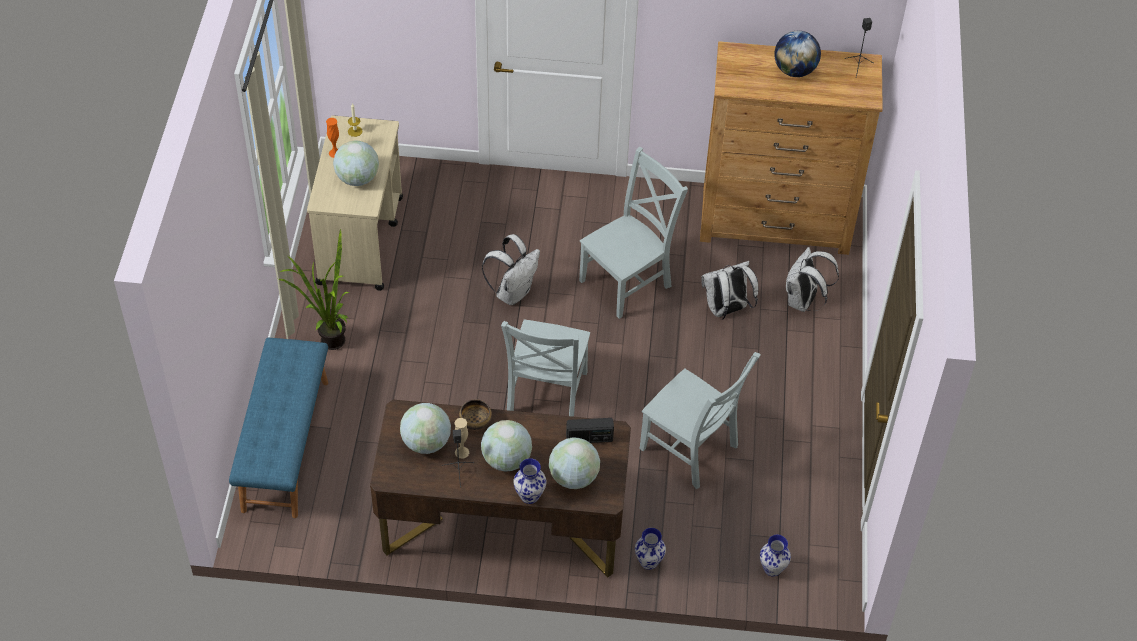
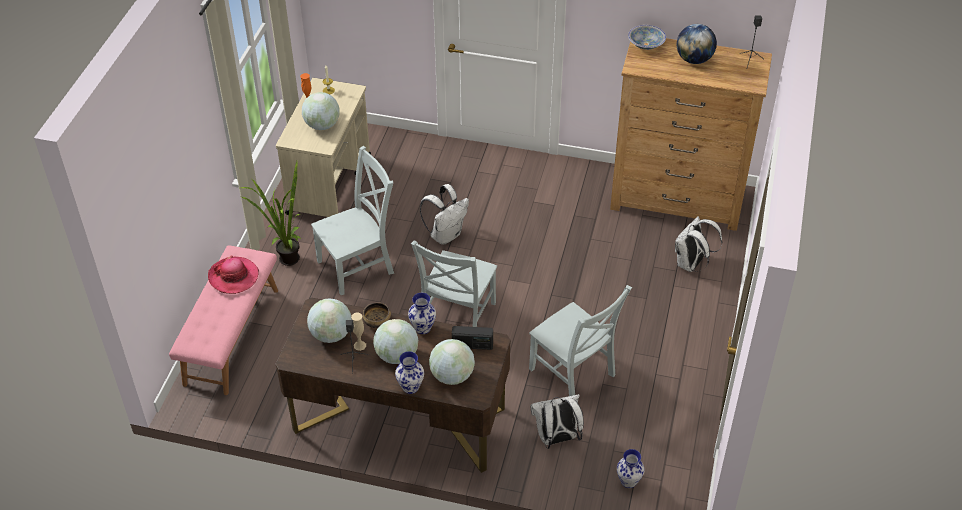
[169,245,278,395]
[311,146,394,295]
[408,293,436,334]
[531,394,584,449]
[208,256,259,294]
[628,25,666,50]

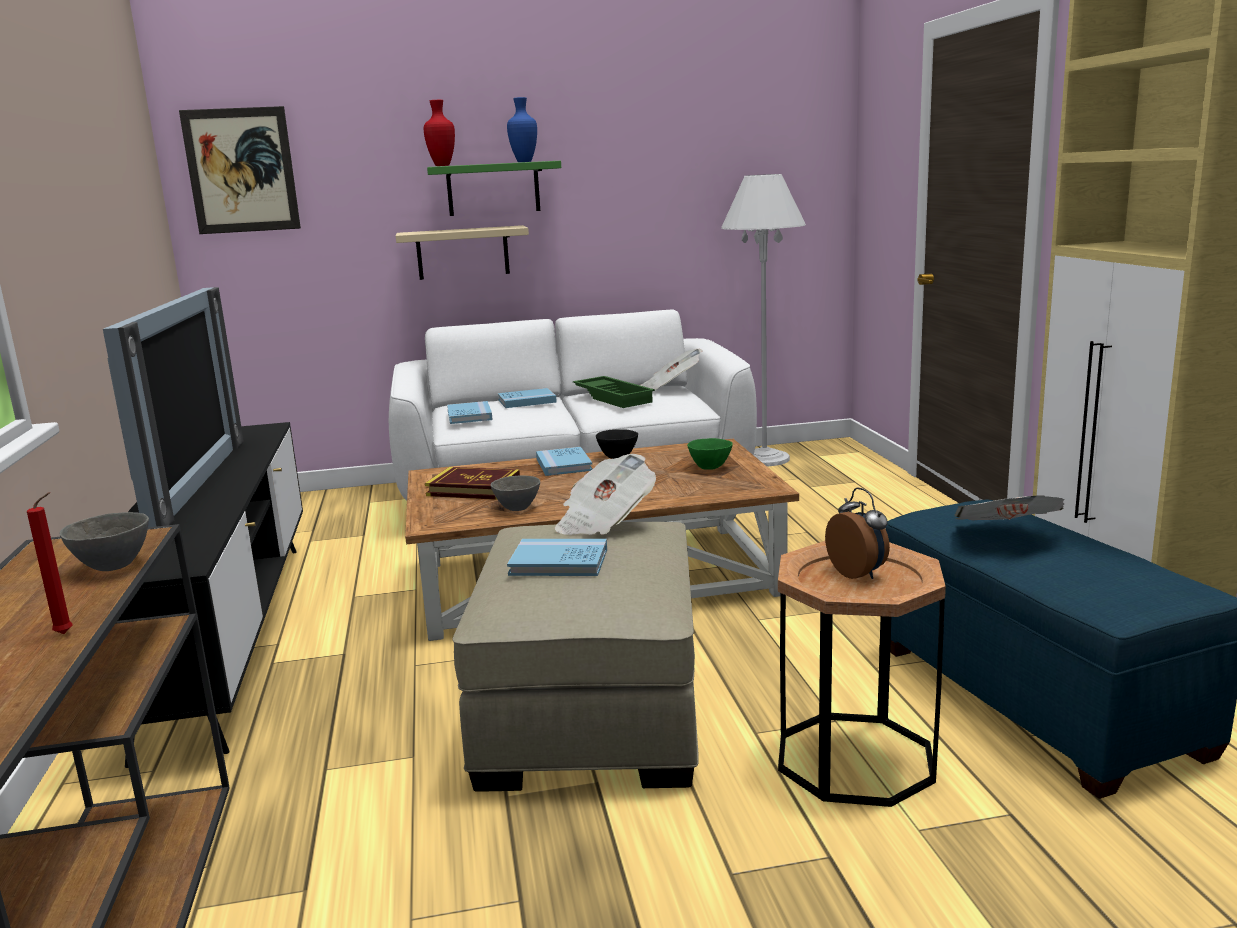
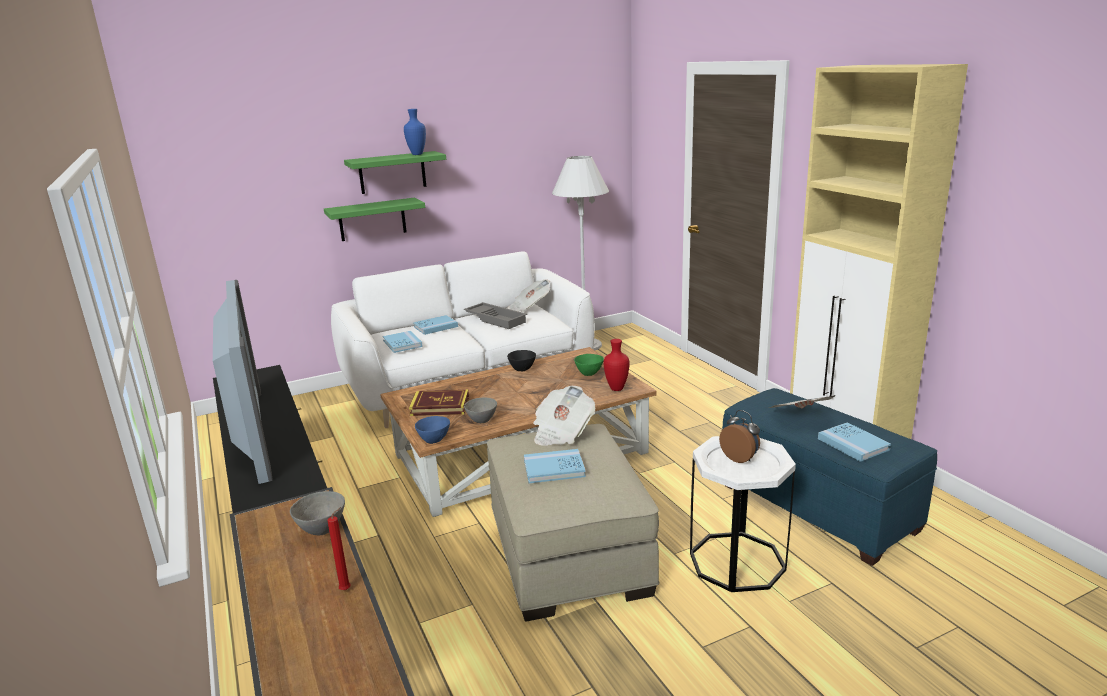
[179,106,301,234] (first image)
[324,198,425,241]
[604,339,630,391]
[818,422,891,462]
[464,302,527,329]
[690,436,796,592]
[415,416,450,444]

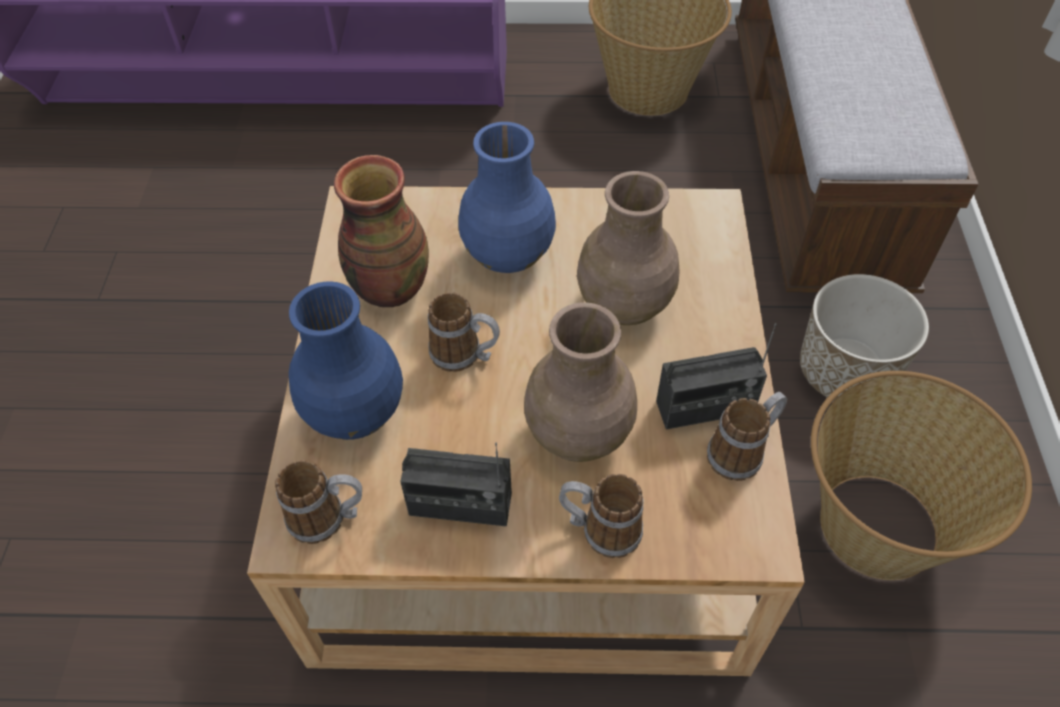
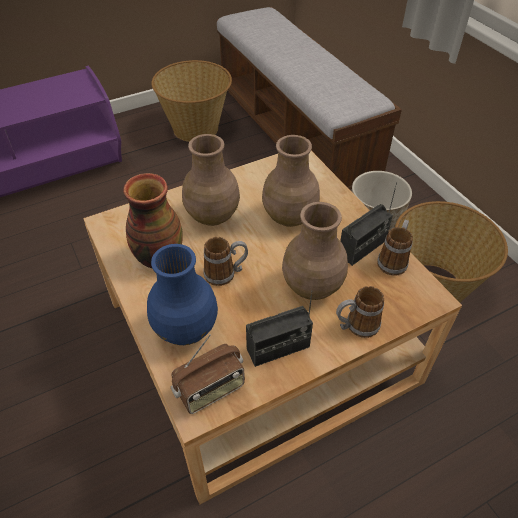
[171,334,245,414]
[182,134,240,226]

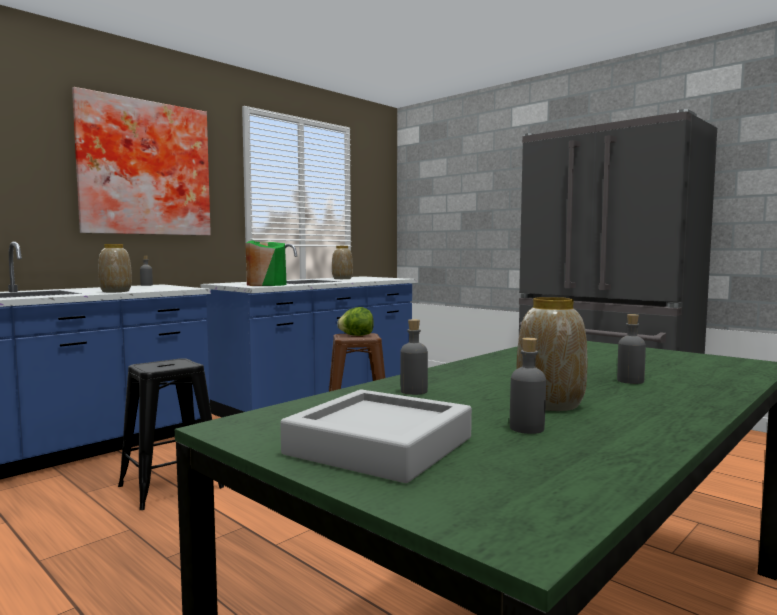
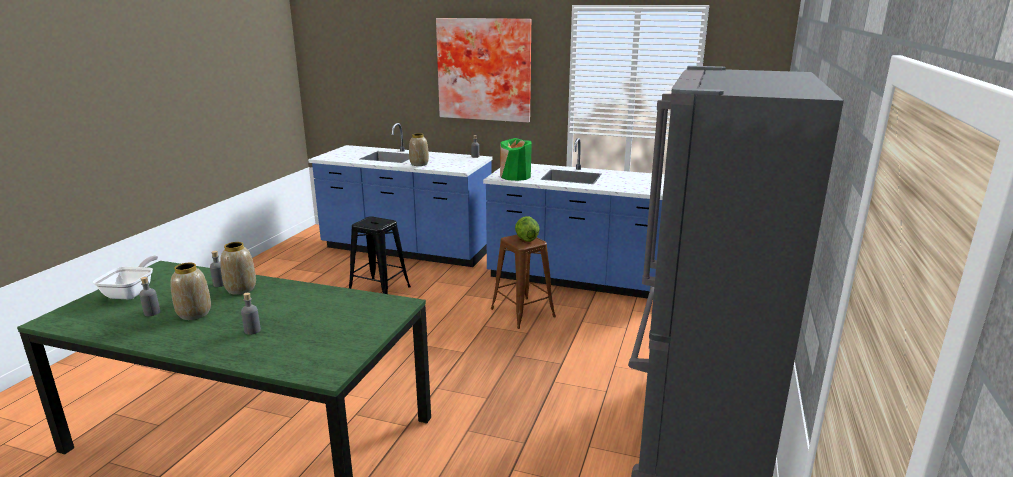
[93,256,158,299]
[220,242,256,295]

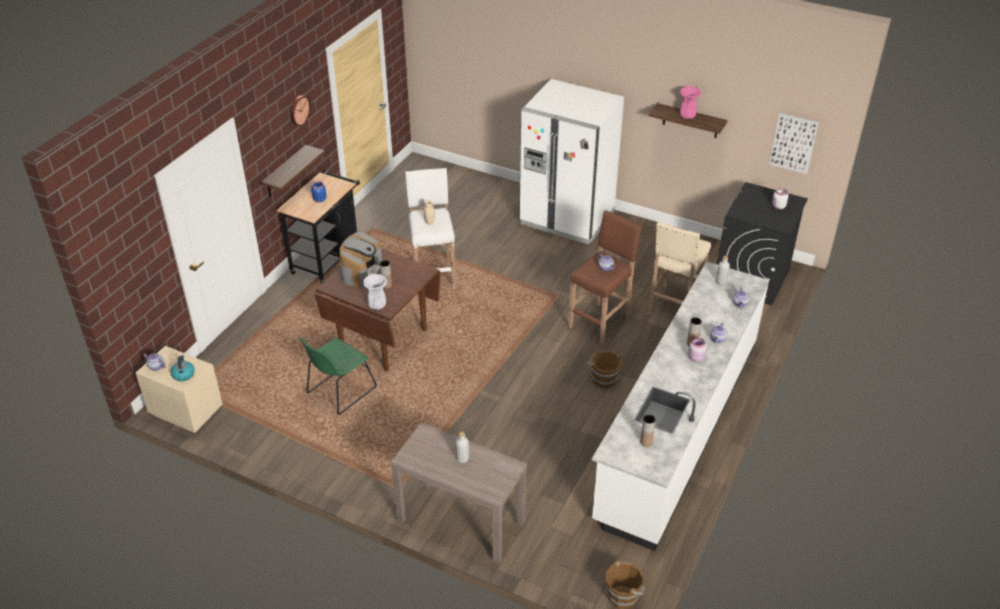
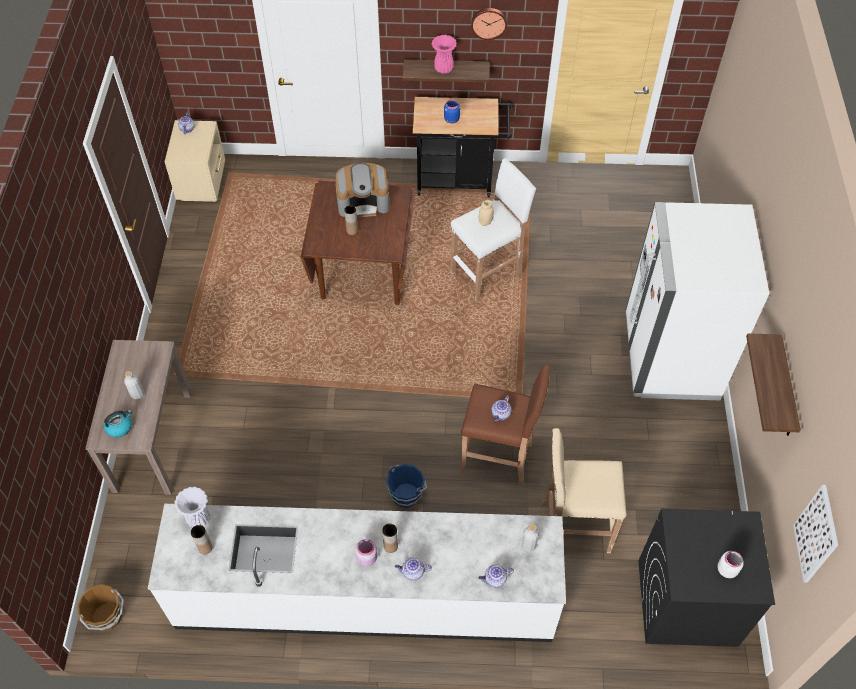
[103,410,132,437]
[299,338,377,415] (first image)
[174,487,210,528]
[386,464,428,508]
[432,35,457,74]

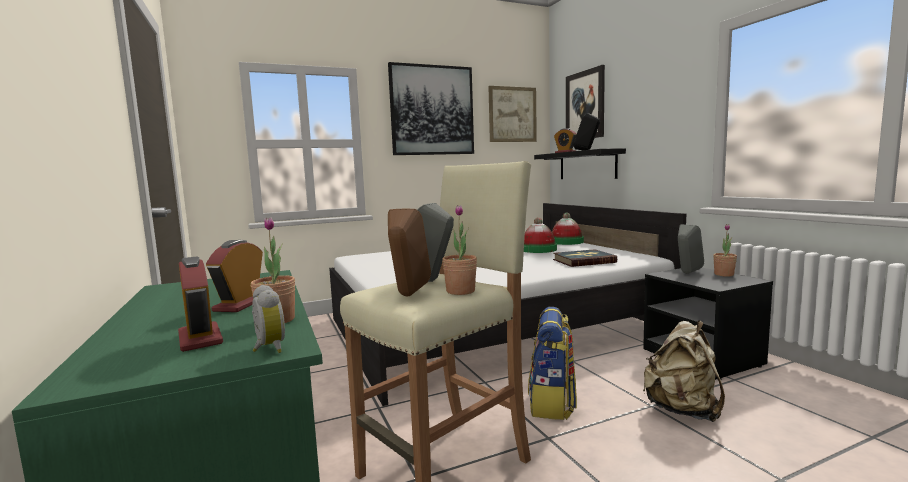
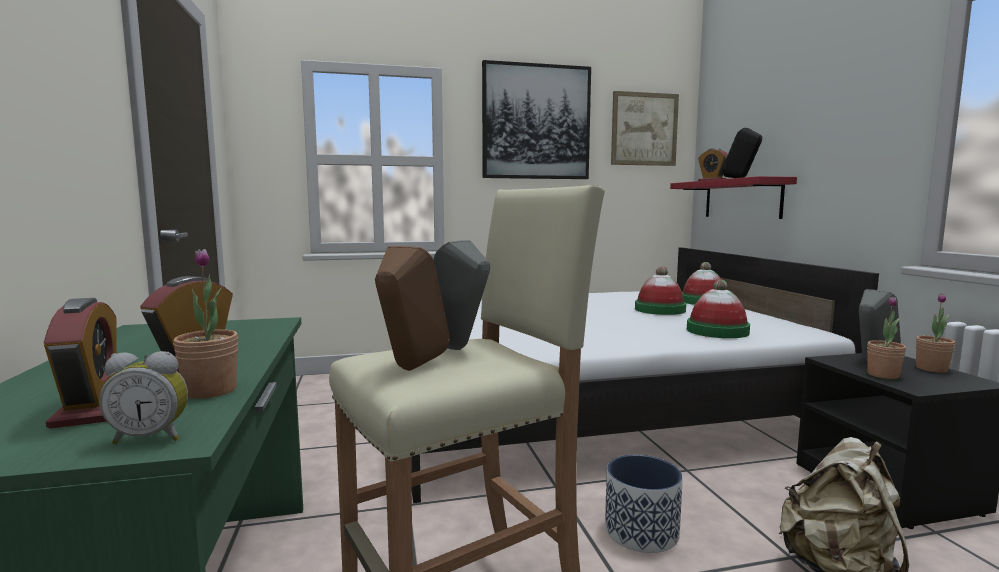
[99,351,188,444]
[867,297,906,379]
[605,455,683,553]
[670,176,797,219]
[687,279,750,338]
[566,65,605,138] (first image)

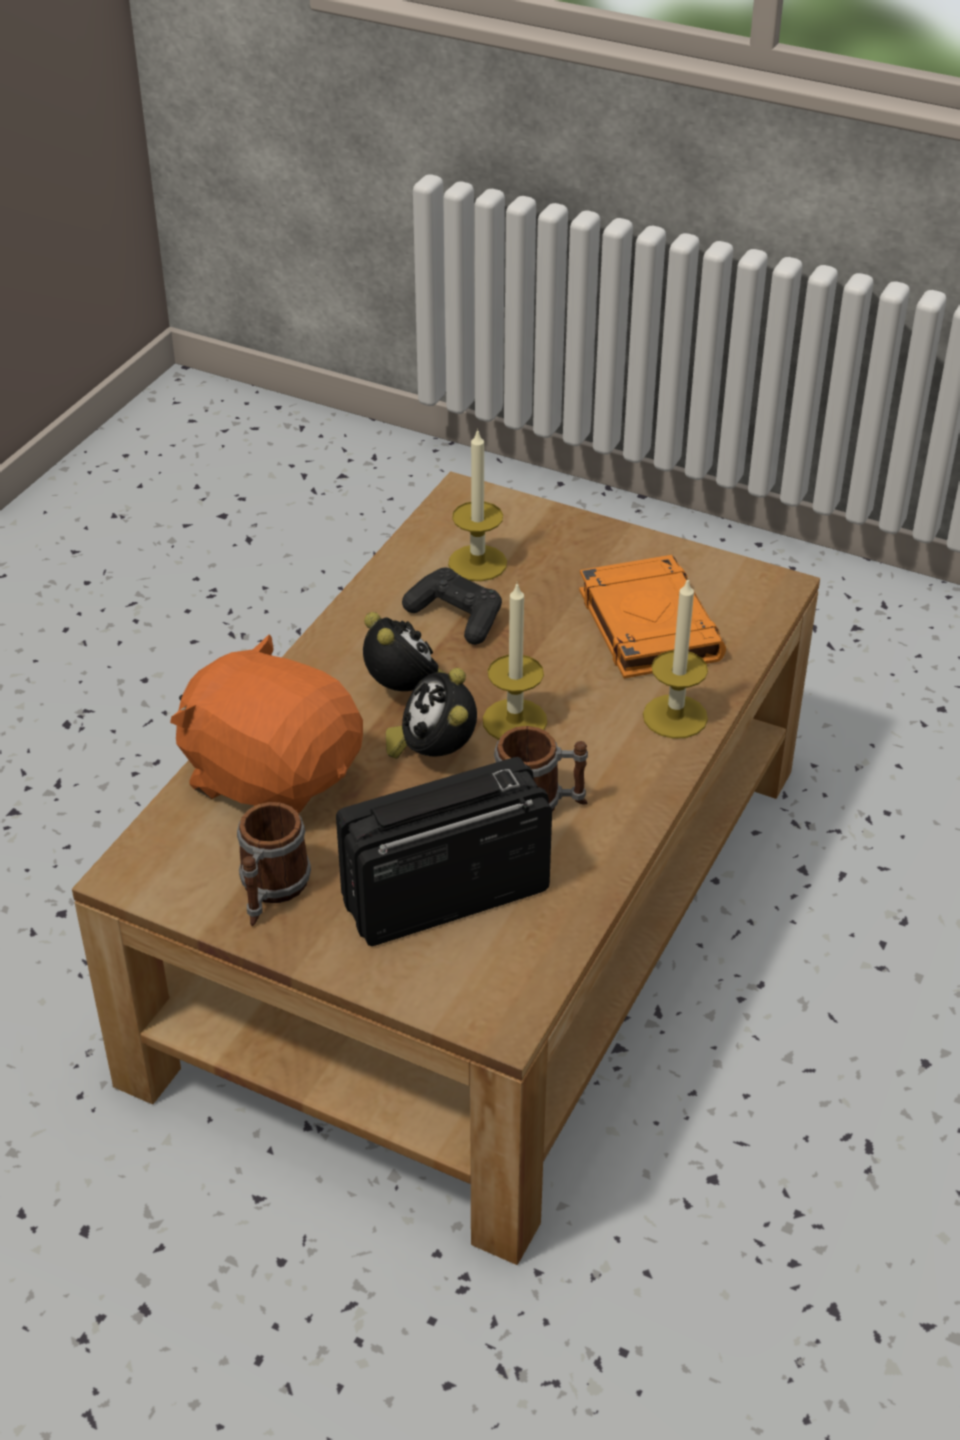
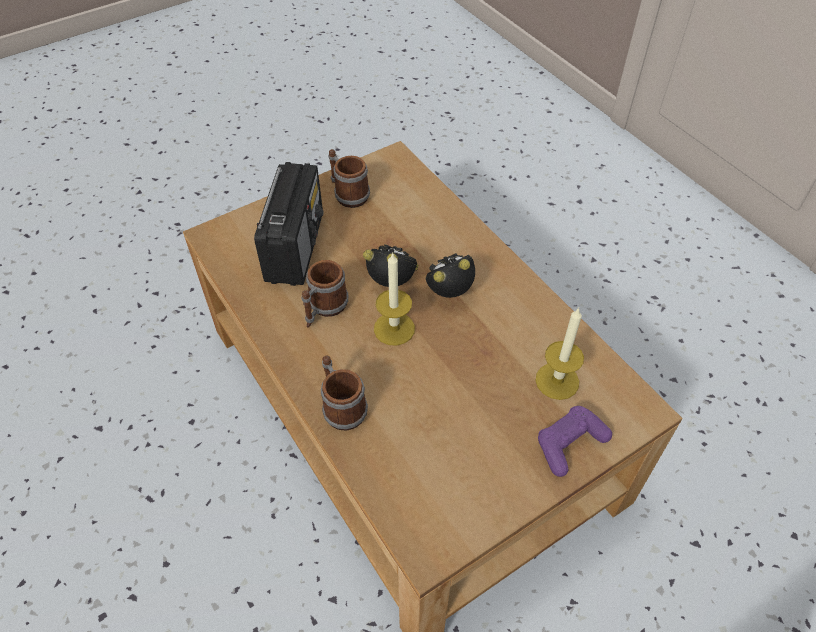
[170,634,363,814] (first image)
[426,253,475,298]
[402,568,502,645] (first image)
[579,555,726,679] (first image)
[321,355,368,431]
[538,406,612,477]

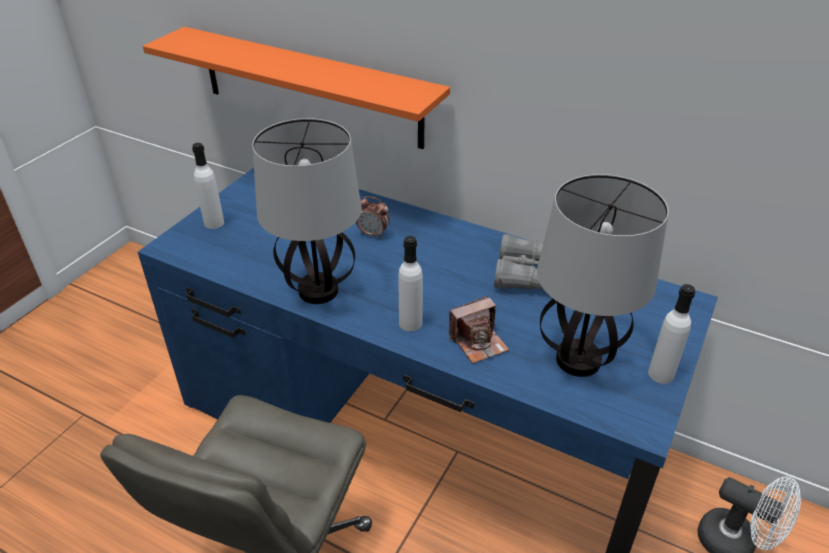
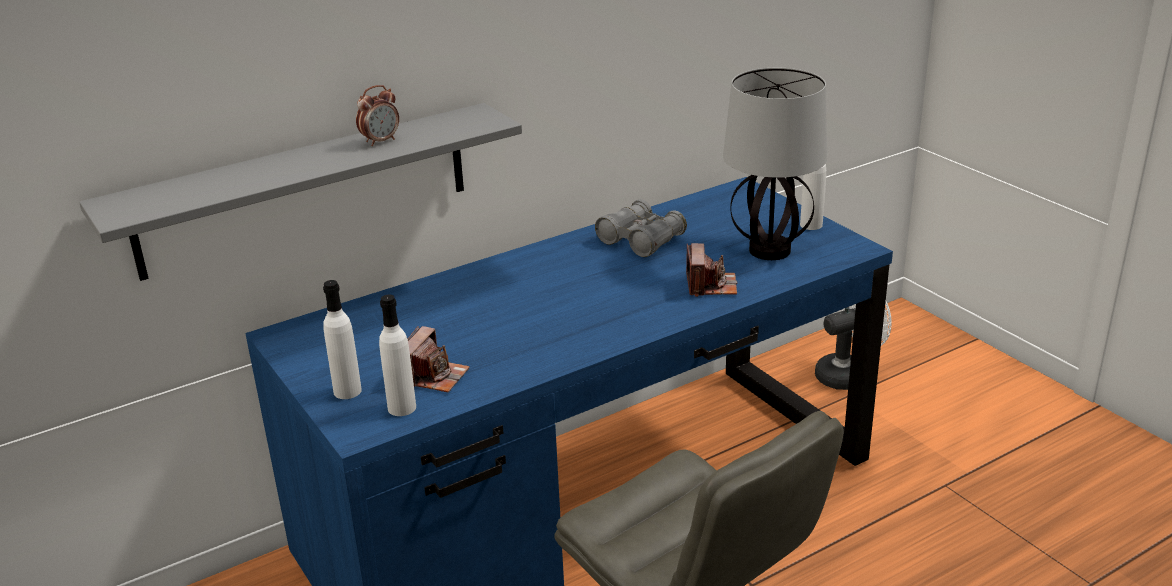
[79,103,522,281]
[252,118,361,304] (first image)
[356,85,399,146]
[379,295,416,416]
[408,326,470,392]

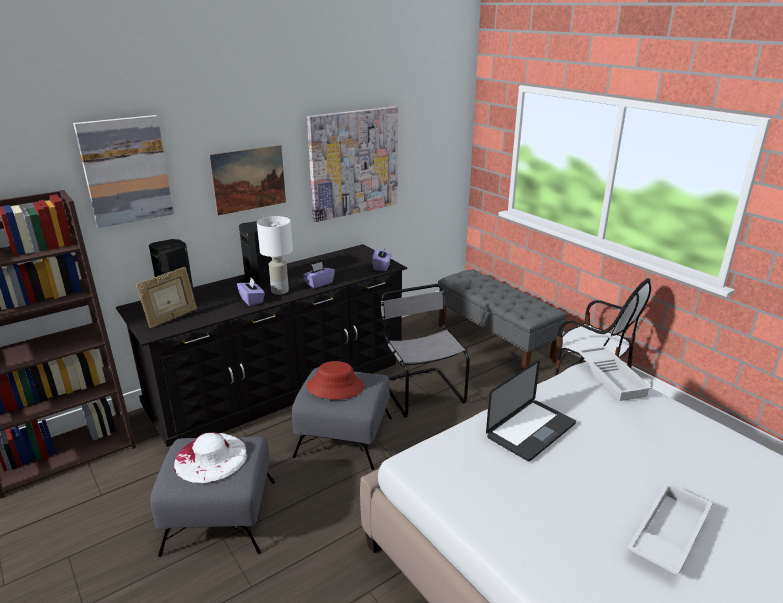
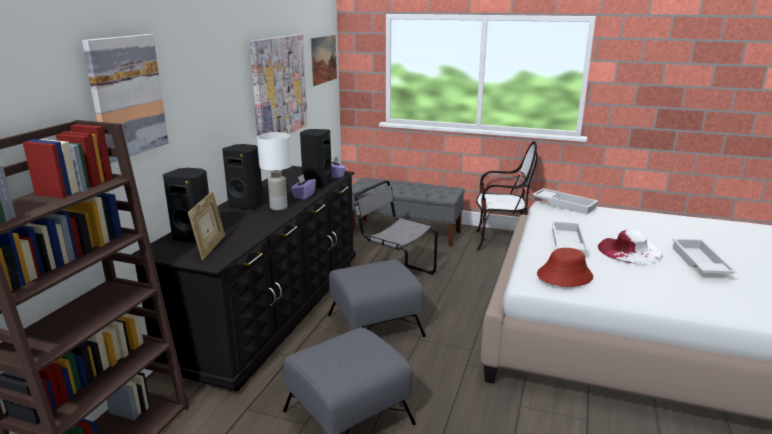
[598,229,663,264]
[311,35,337,86]
[237,278,265,306] (first image)
[537,248,593,287]
[552,221,589,252]
[300,129,332,188]

